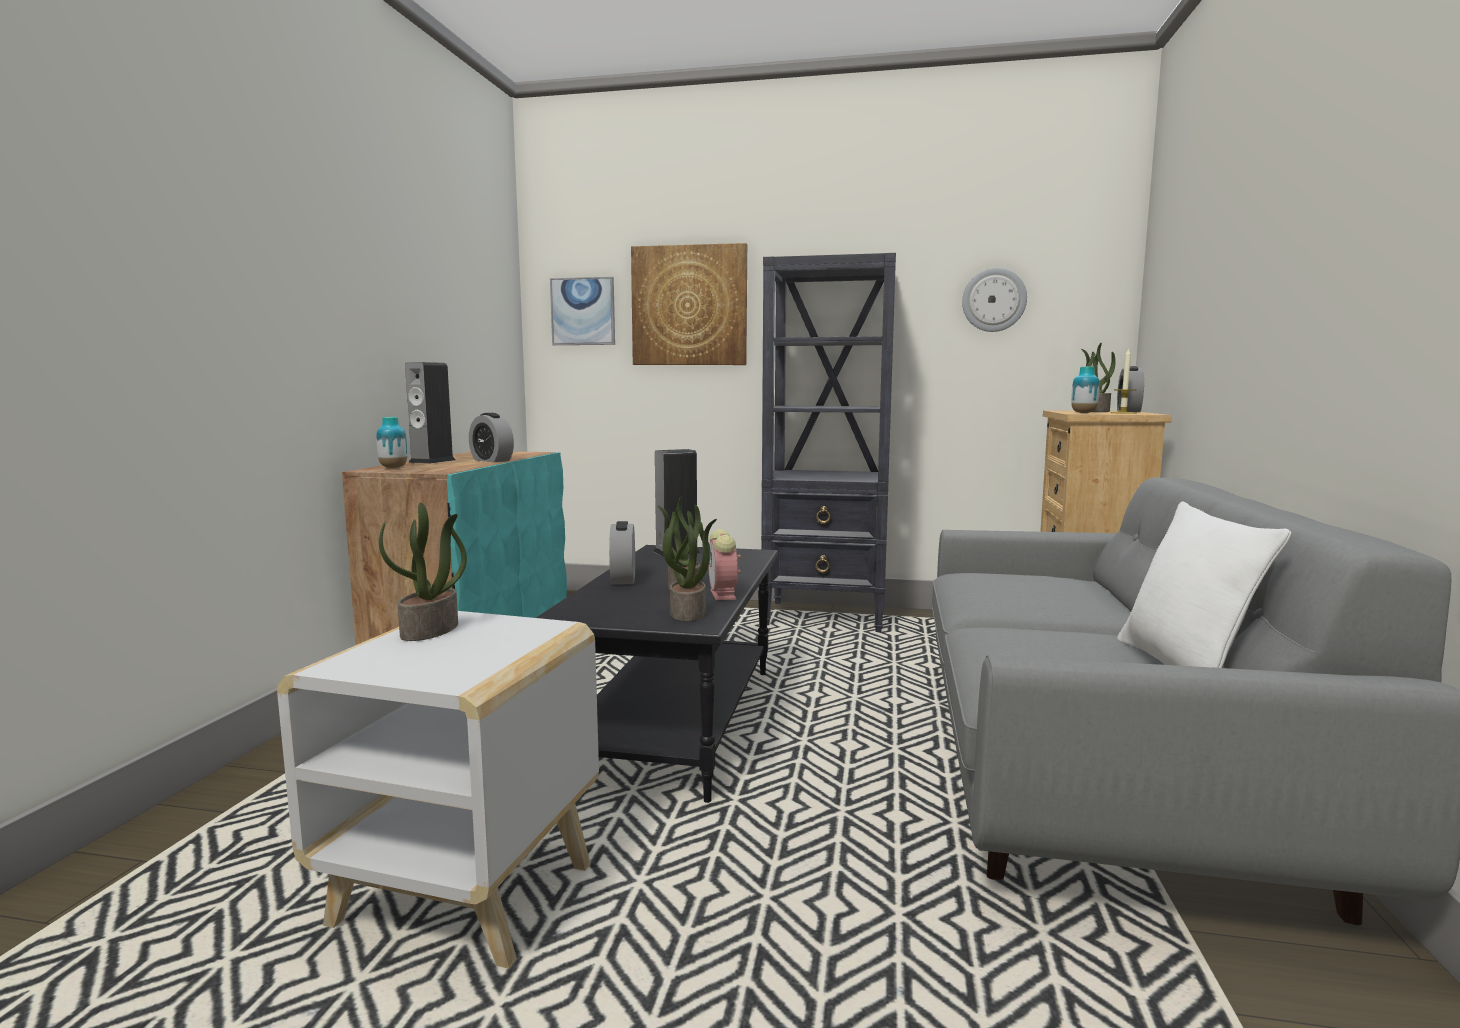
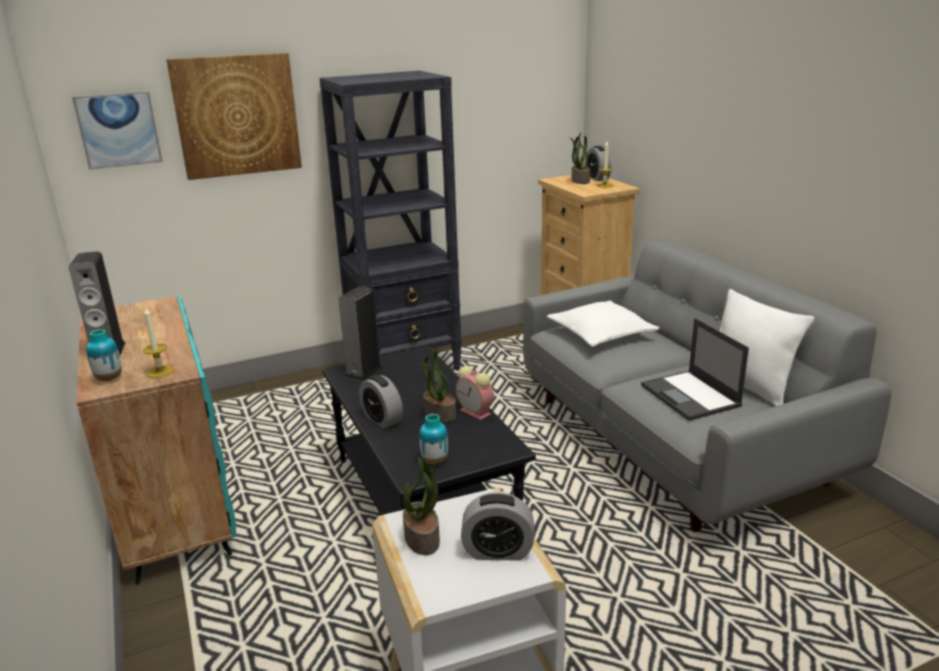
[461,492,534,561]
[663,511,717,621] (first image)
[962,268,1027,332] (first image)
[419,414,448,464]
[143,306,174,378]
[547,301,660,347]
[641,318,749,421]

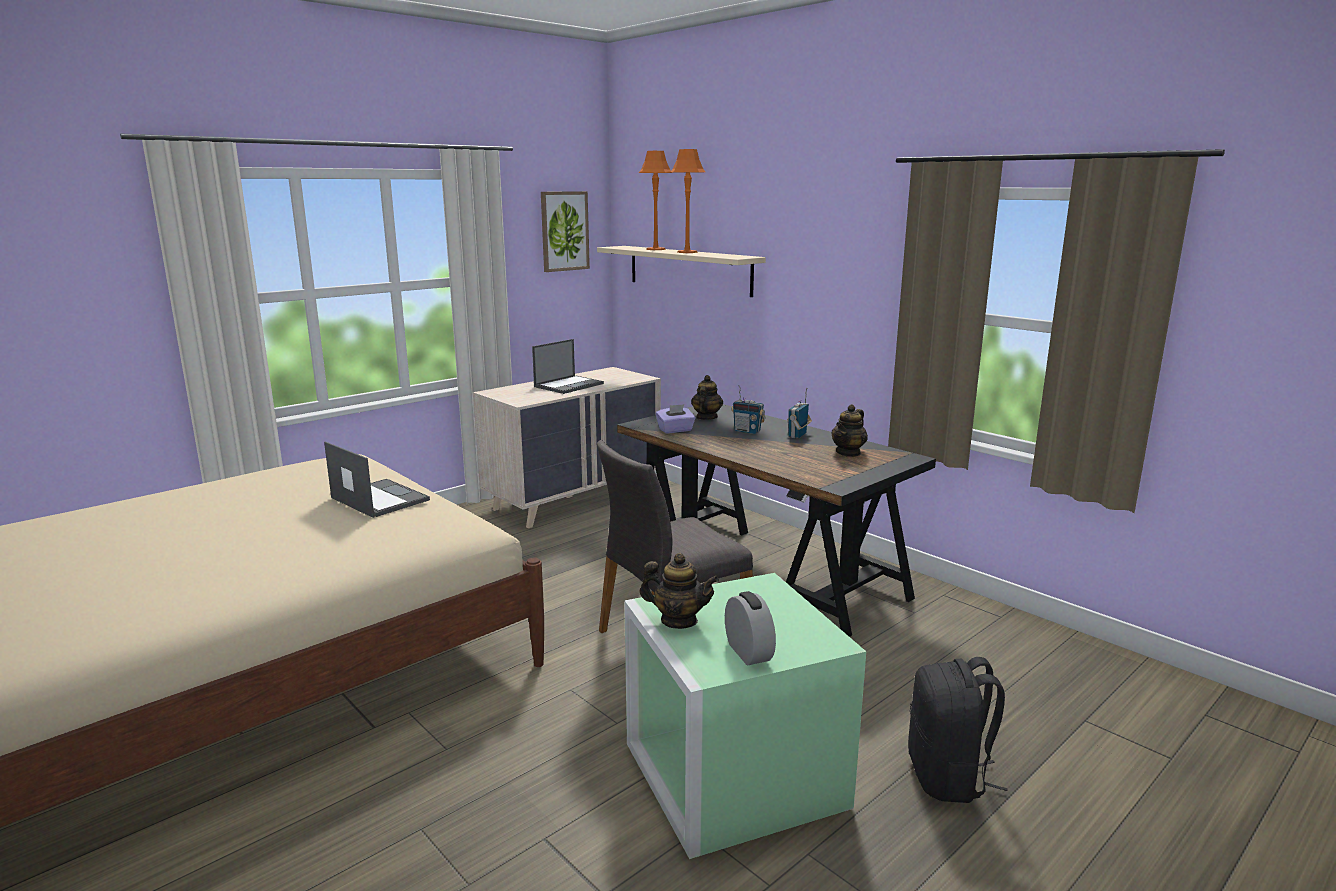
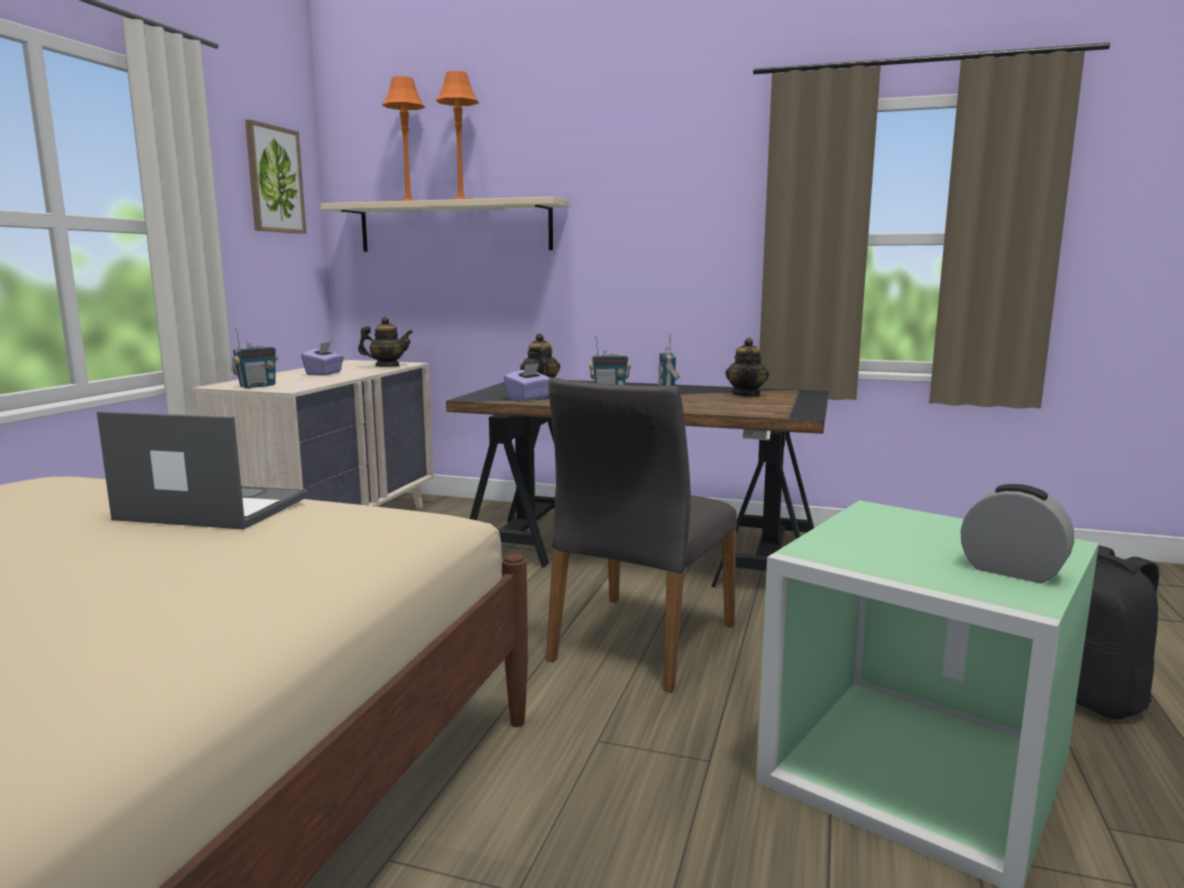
[301,342,344,376]
[358,317,413,367]
[231,327,278,388]

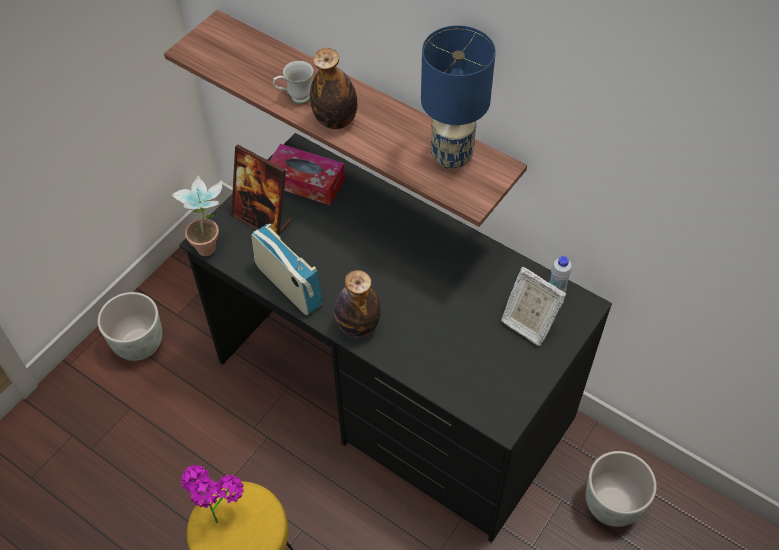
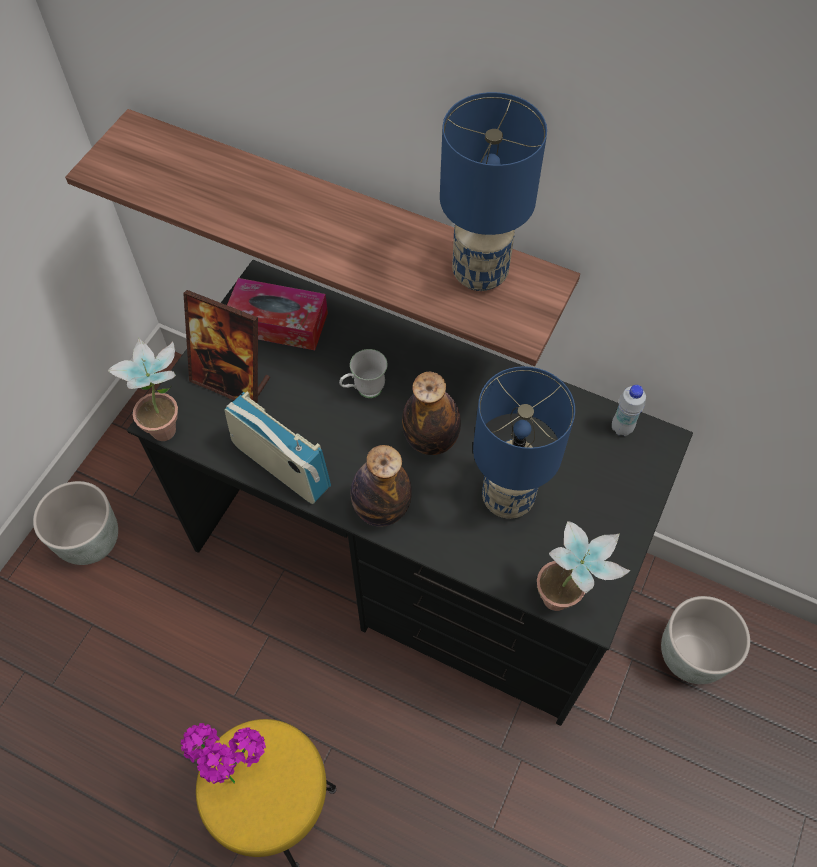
[339,349,388,398]
[402,372,461,455]
[501,267,566,346] (first image)
[473,366,575,519]
[537,521,630,611]

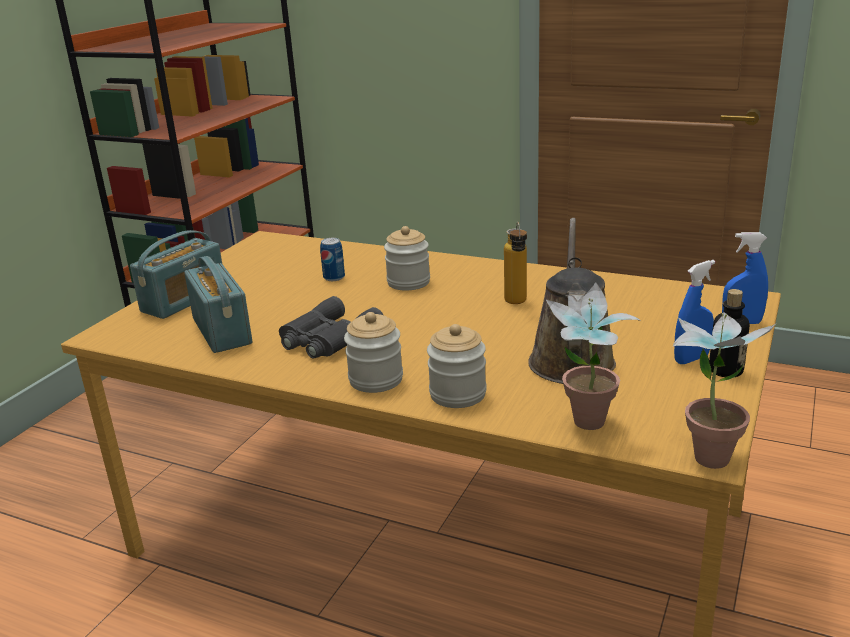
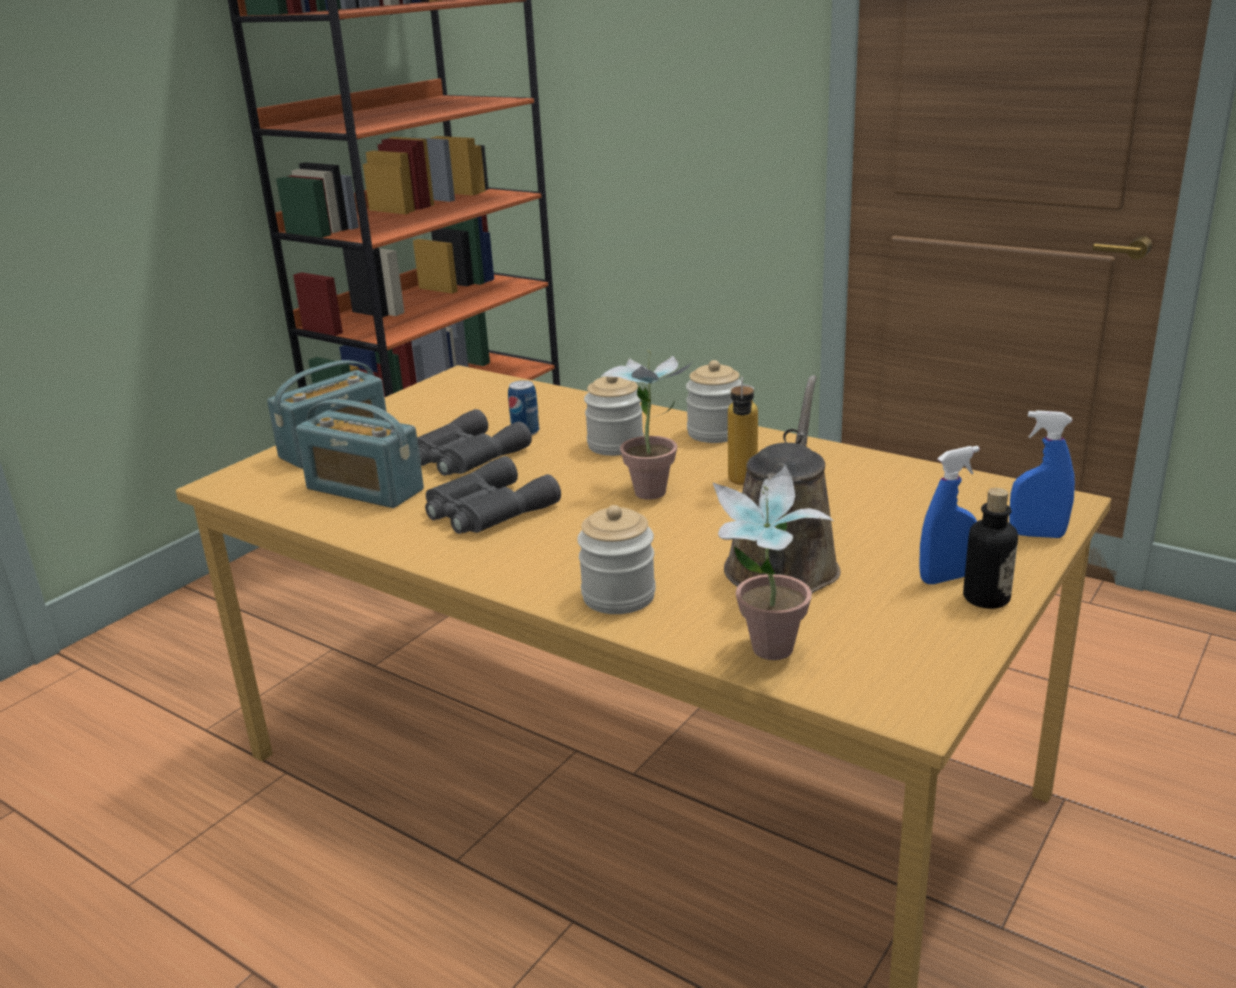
[296,399,424,508]
[686,360,741,443]
[601,349,692,500]
[417,409,532,476]

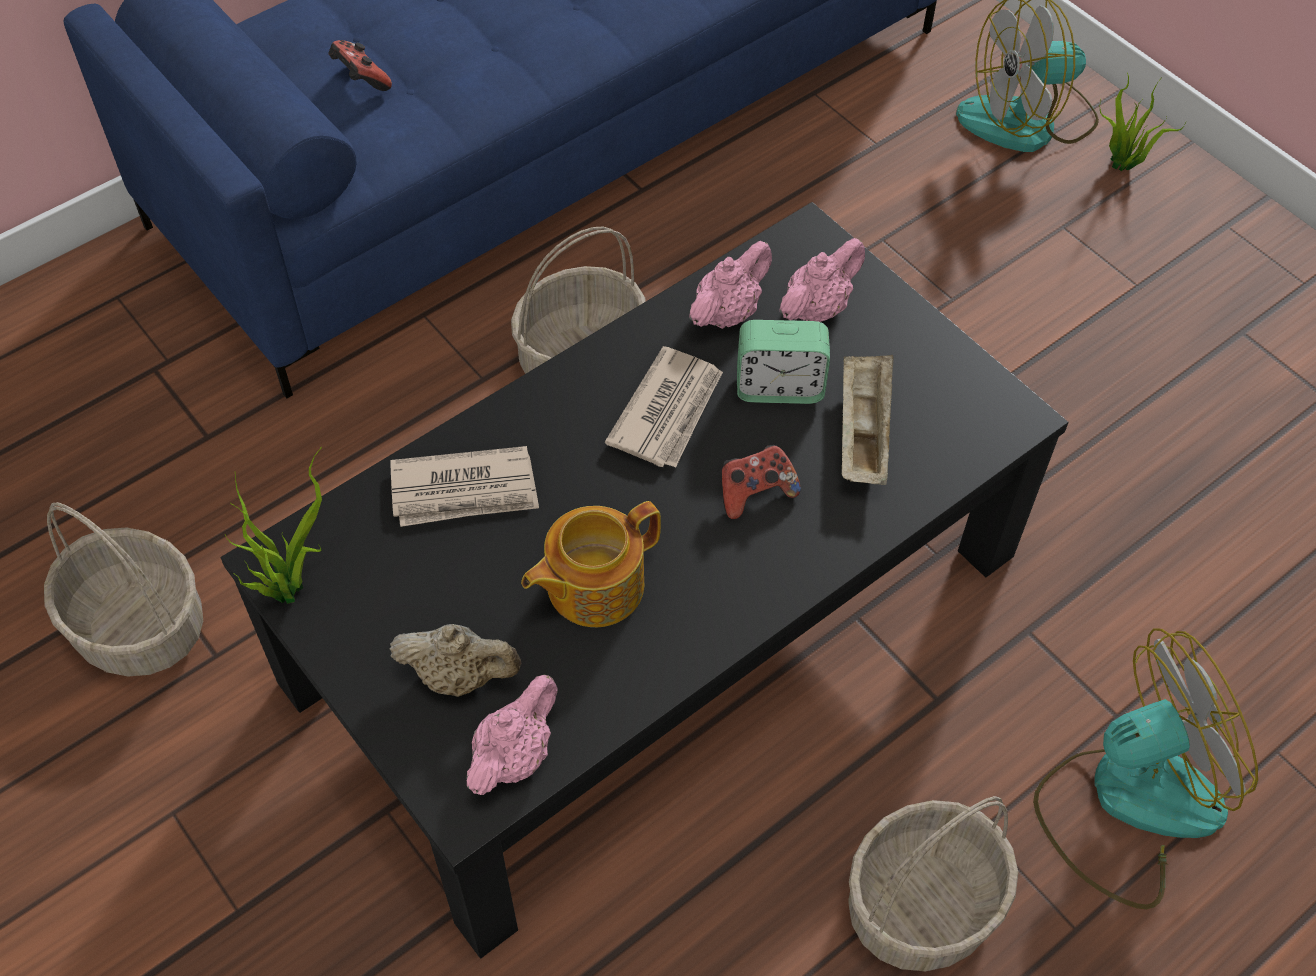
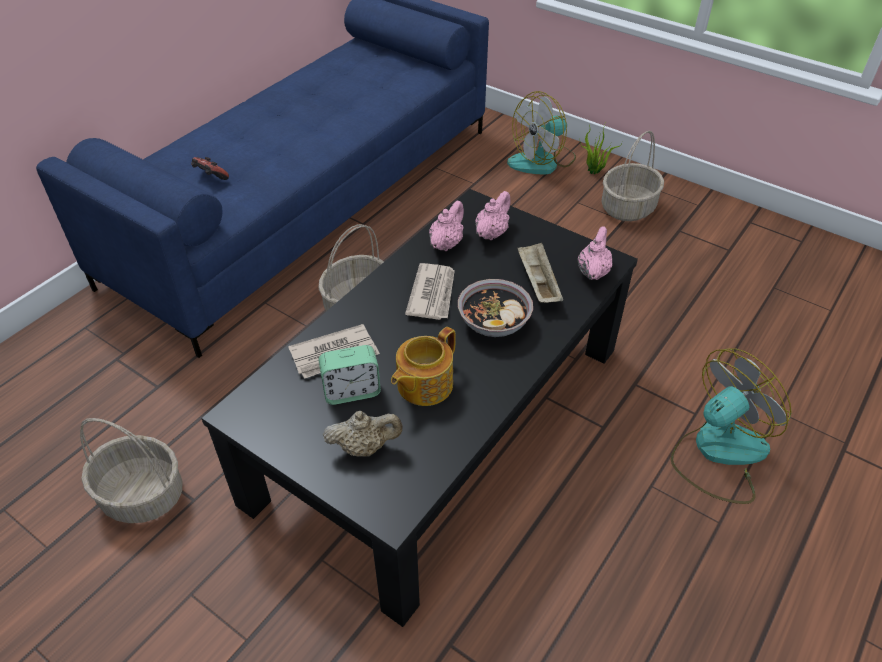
[225,447,322,604] (first image)
[578,226,612,280]
[458,279,533,337]
[318,345,381,405]
[602,131,664,221]

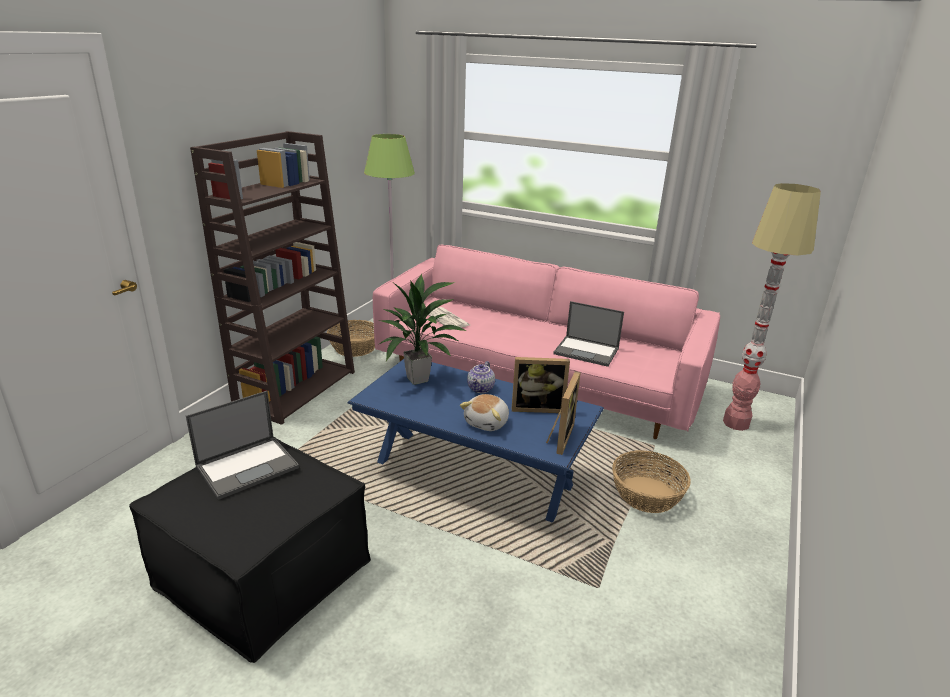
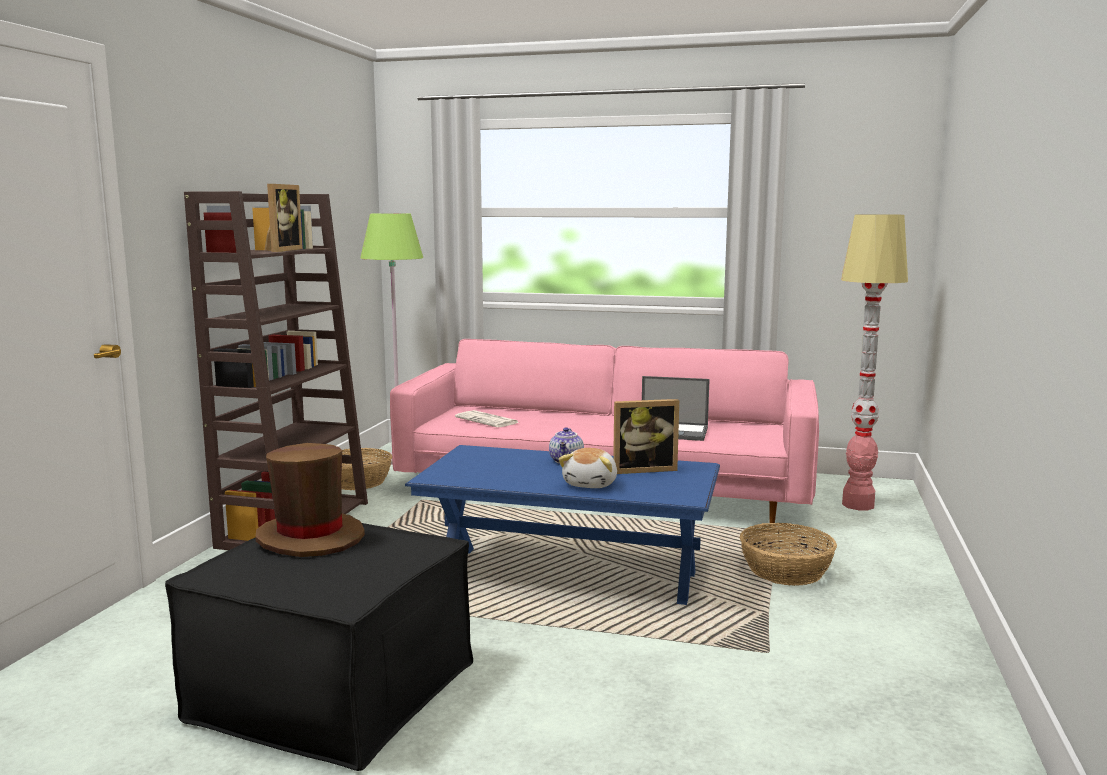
[256,443,365,557]
[379,274,467,385] (first image)
[264,184,303,252]

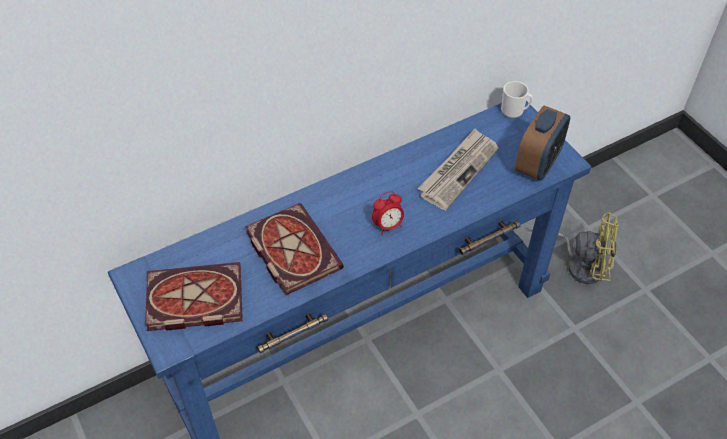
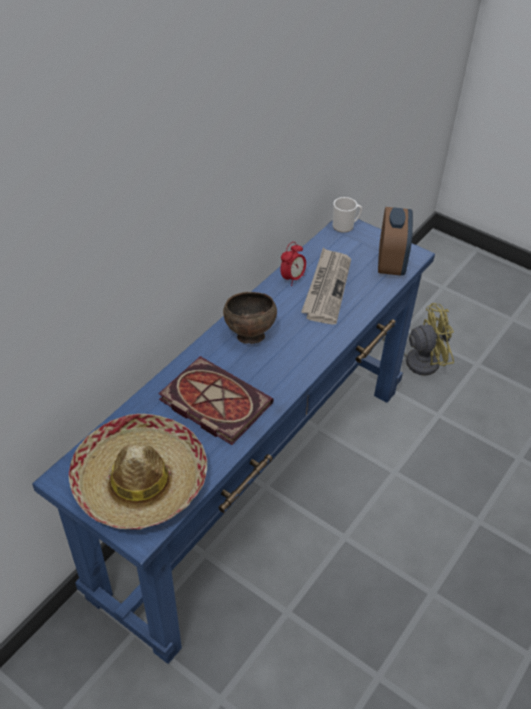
[69,414,207,530]
[281,242,306,286]
[223,292,277,344]

